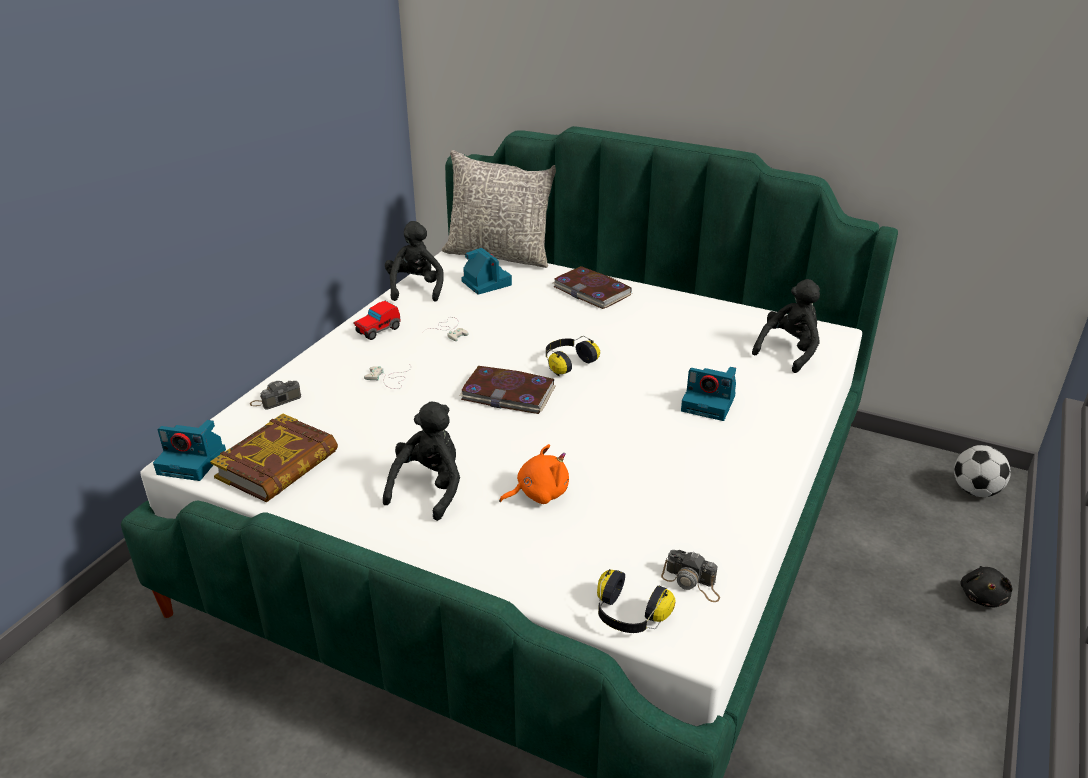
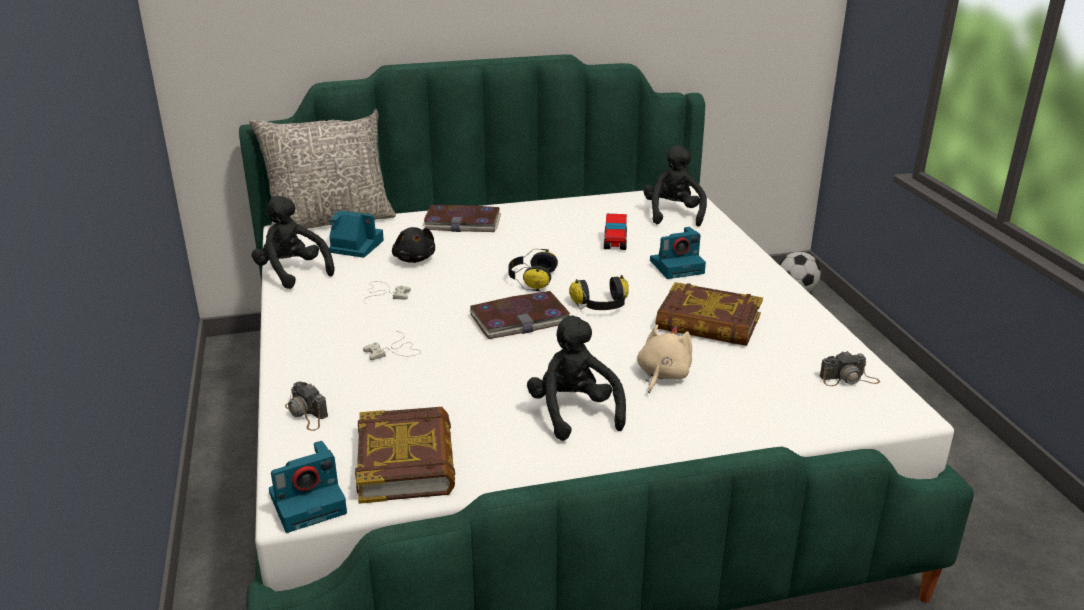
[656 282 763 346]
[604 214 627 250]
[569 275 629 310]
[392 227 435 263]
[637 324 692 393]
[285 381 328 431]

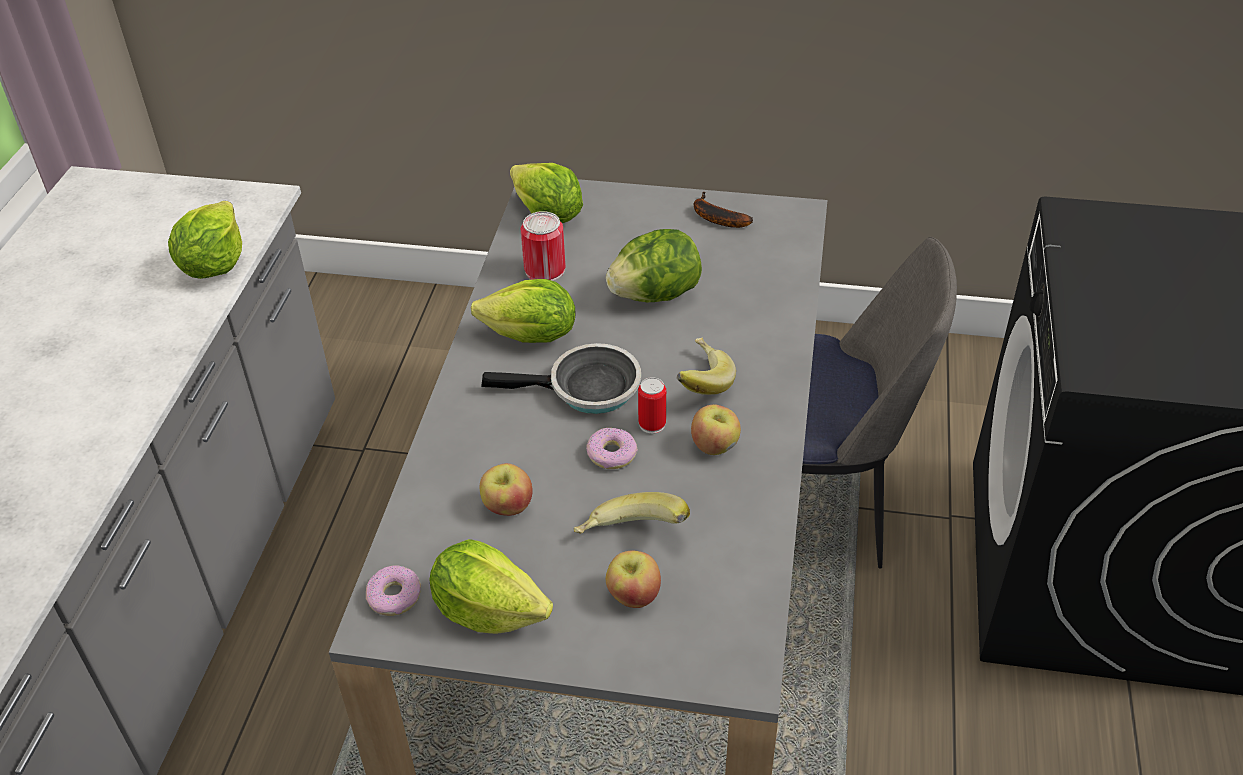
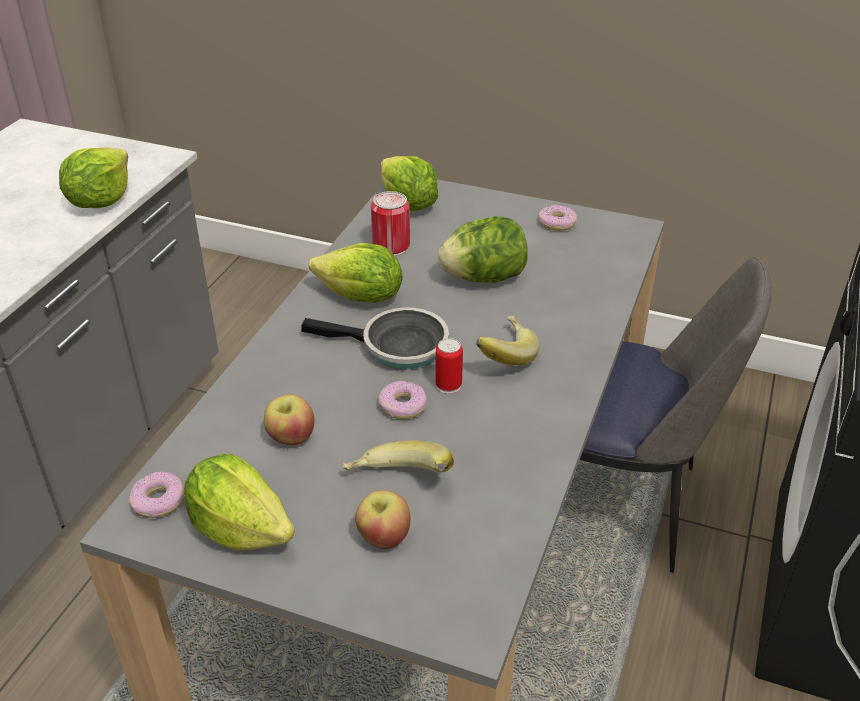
[691 405 741 455] (first image)
[538 205 577 231]

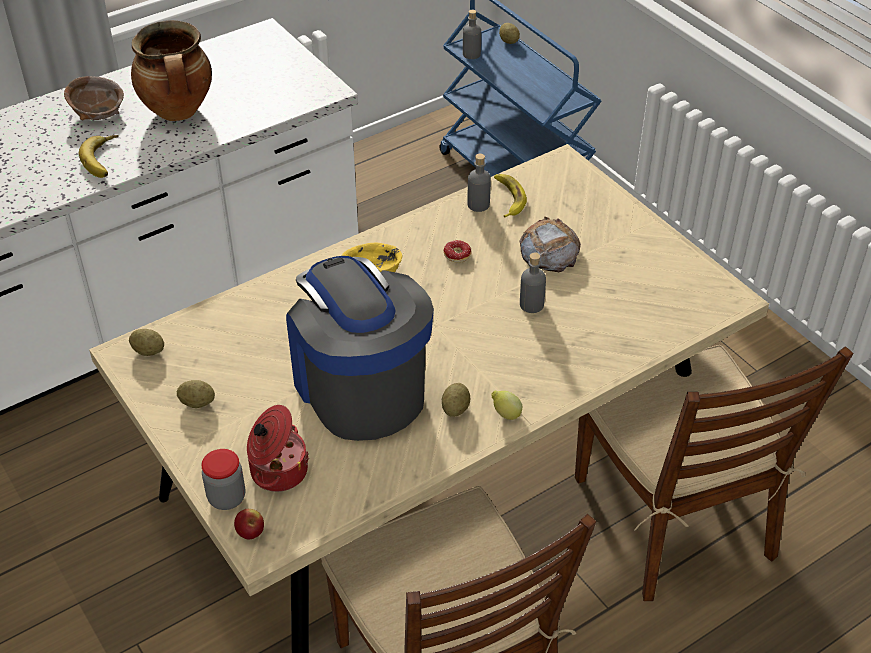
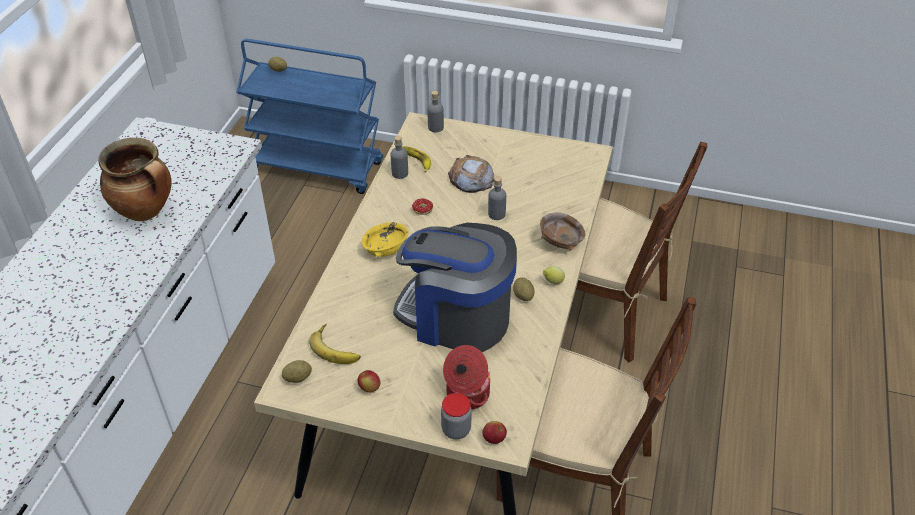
[540 212 586 251]
[309 324 361 364]
[427 91 444 132]
[358 370 380 393]

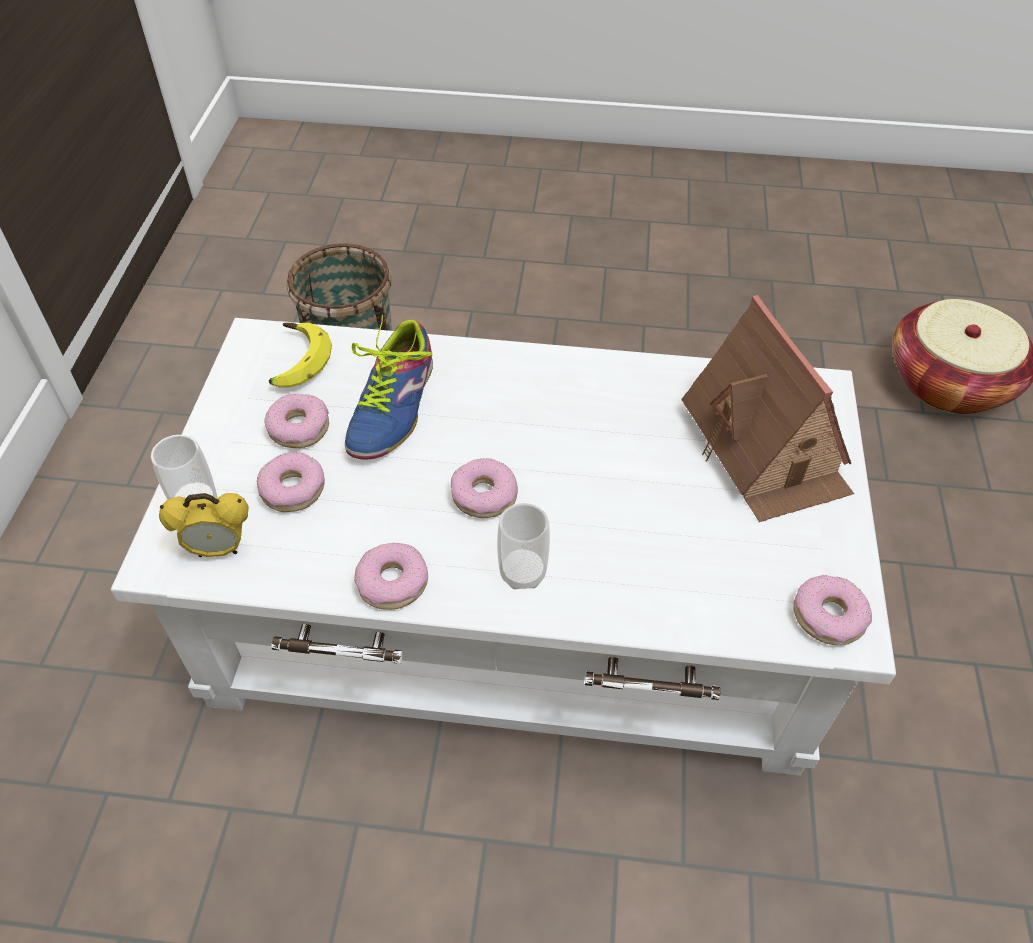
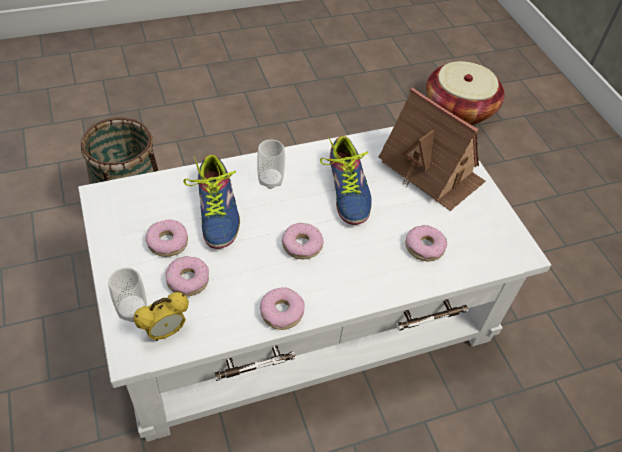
[269 323 332 387] (first image)
[320 136 371 225]
[257 139 285 189]
[405 225 447 261]

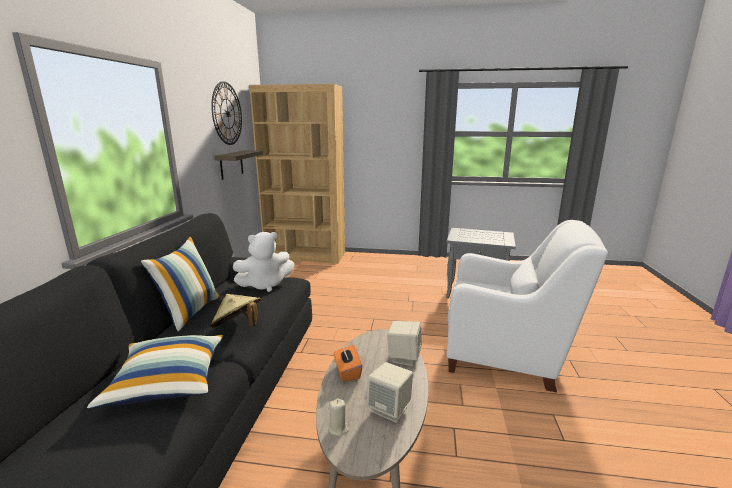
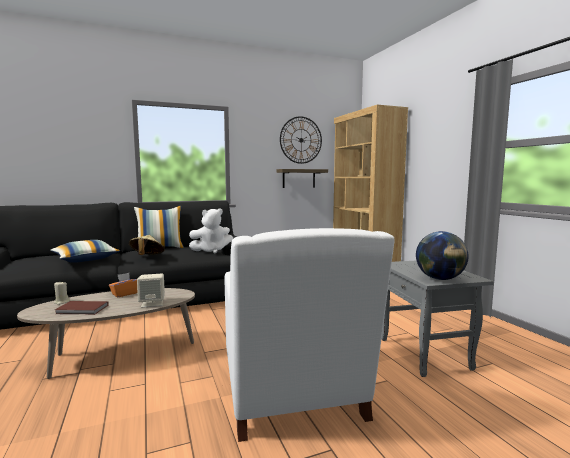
[416 231 469 280]
[55 301 109 315]
[189 208 233 253]

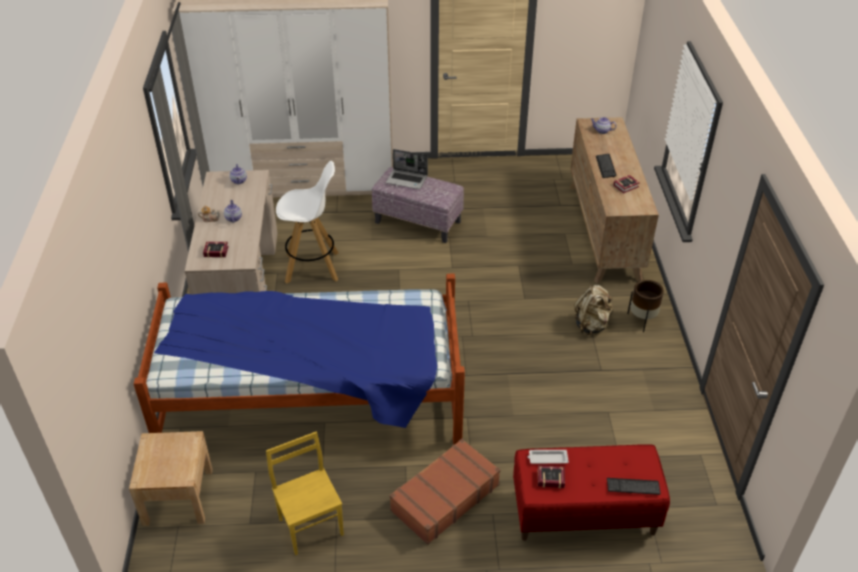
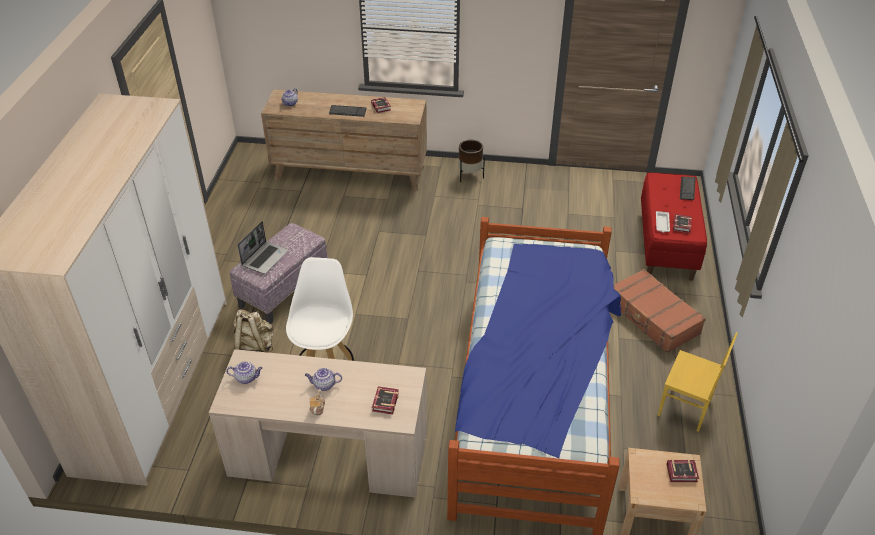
[666 459 699 482]
[233 310 274 352]
[658 332 738 432]

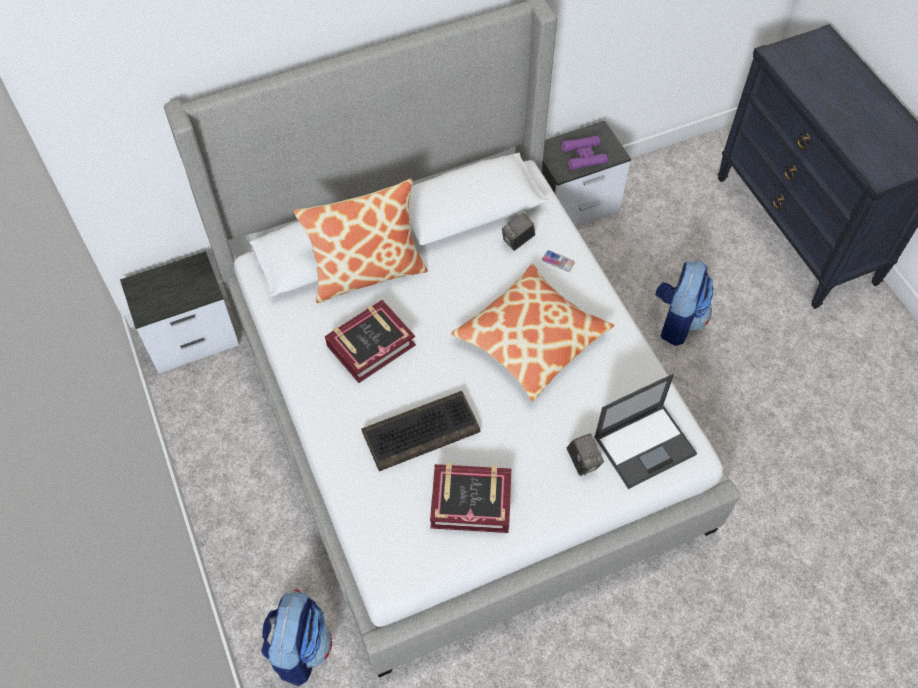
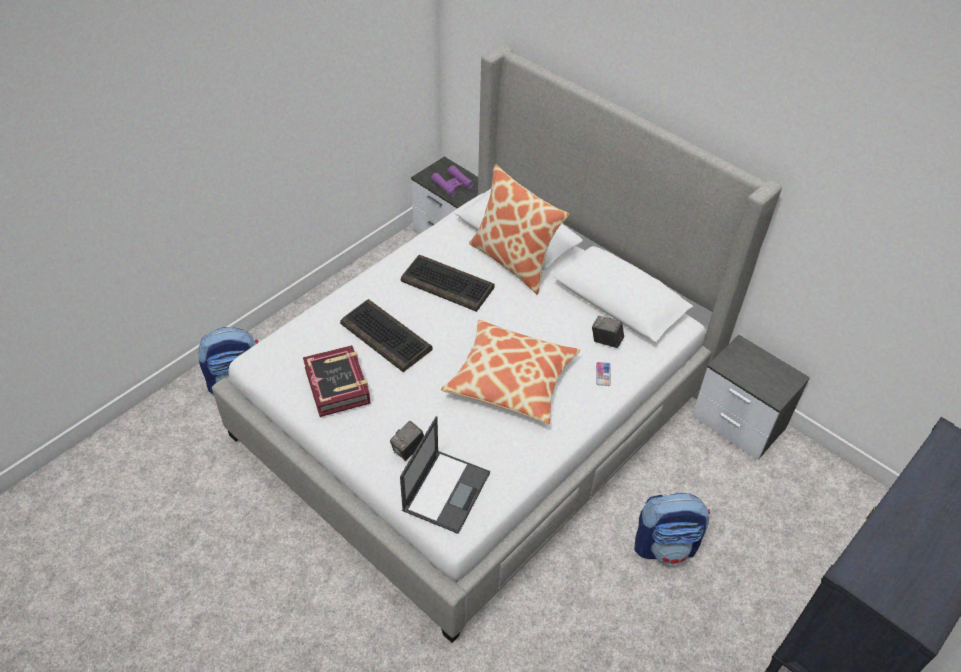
[431 165 473 196]
[401 254 495 312]
[400 416 490 534]

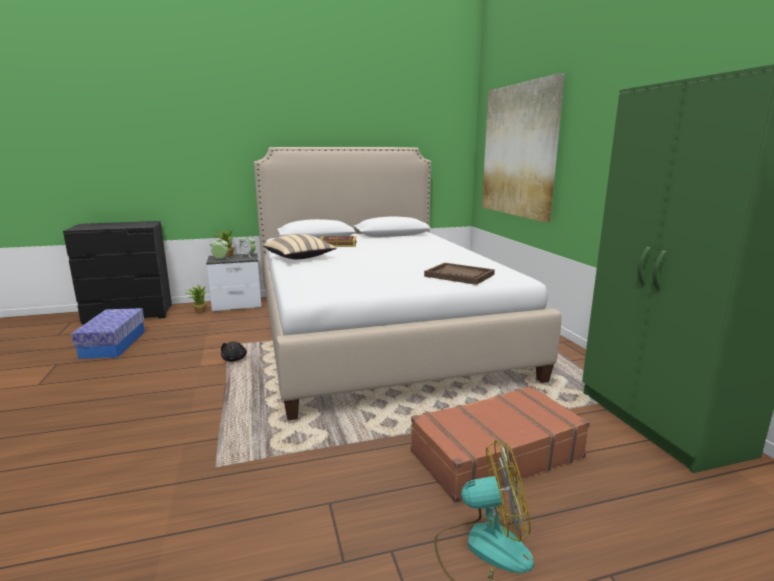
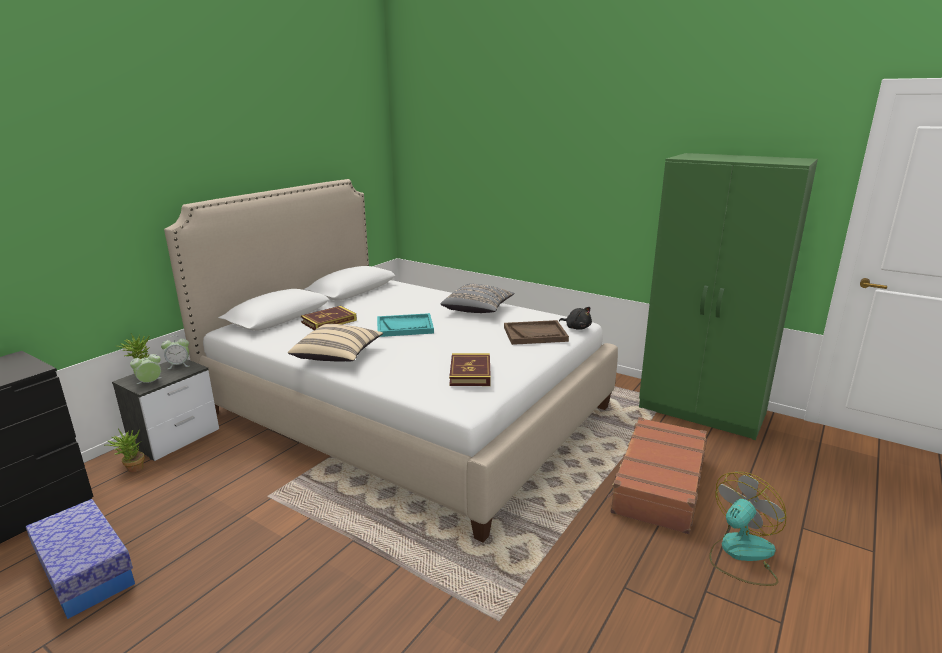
[482 73 565 222] (first image)
[377 313 434 337]
[441 284 515 313]
[449 353 491 386]
[559 307 592 330]

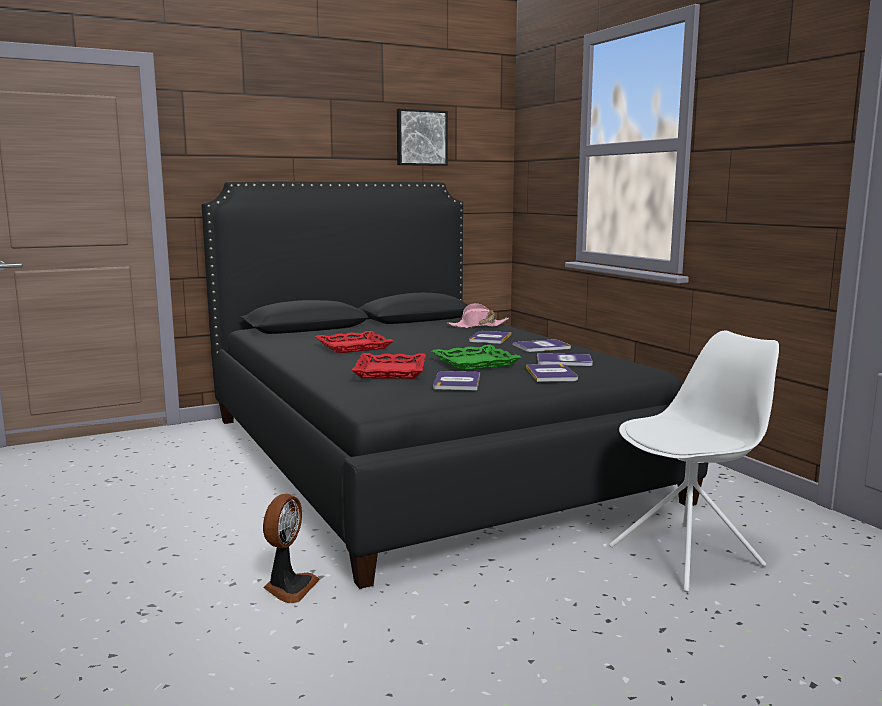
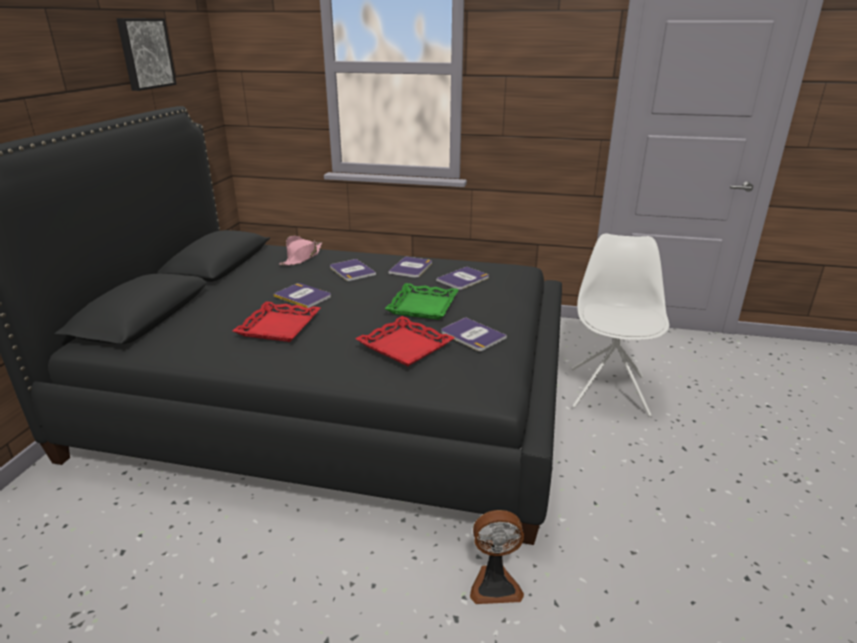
[274 283 331 308]
[470 510 524 604]

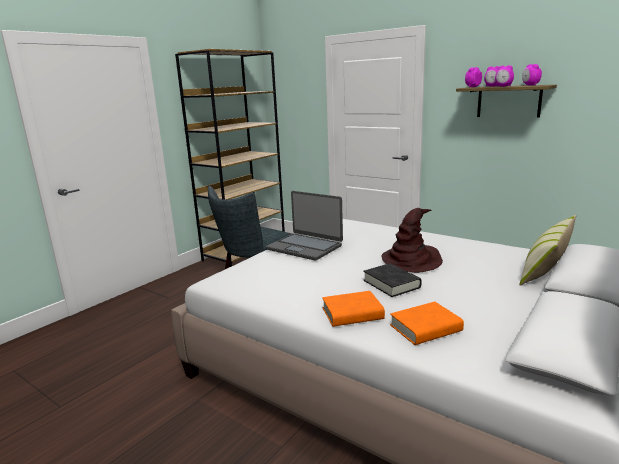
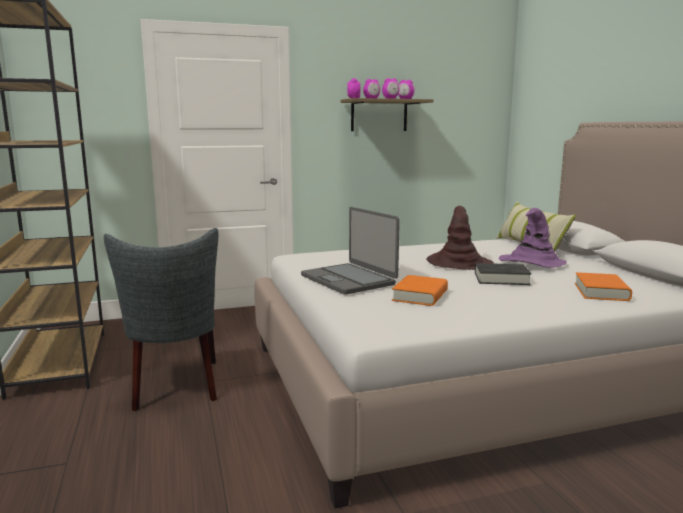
[499 208 567 268]
[392 275 448 306]
[301 207 400 295]

